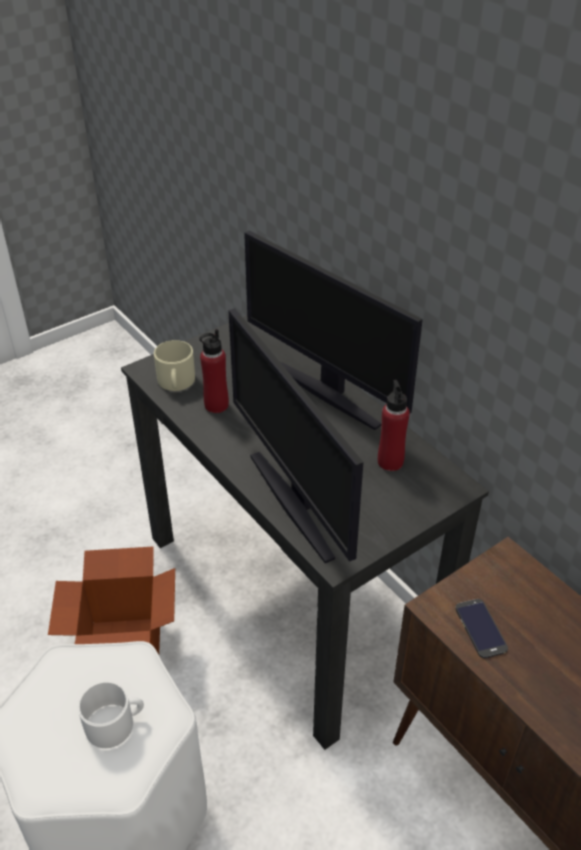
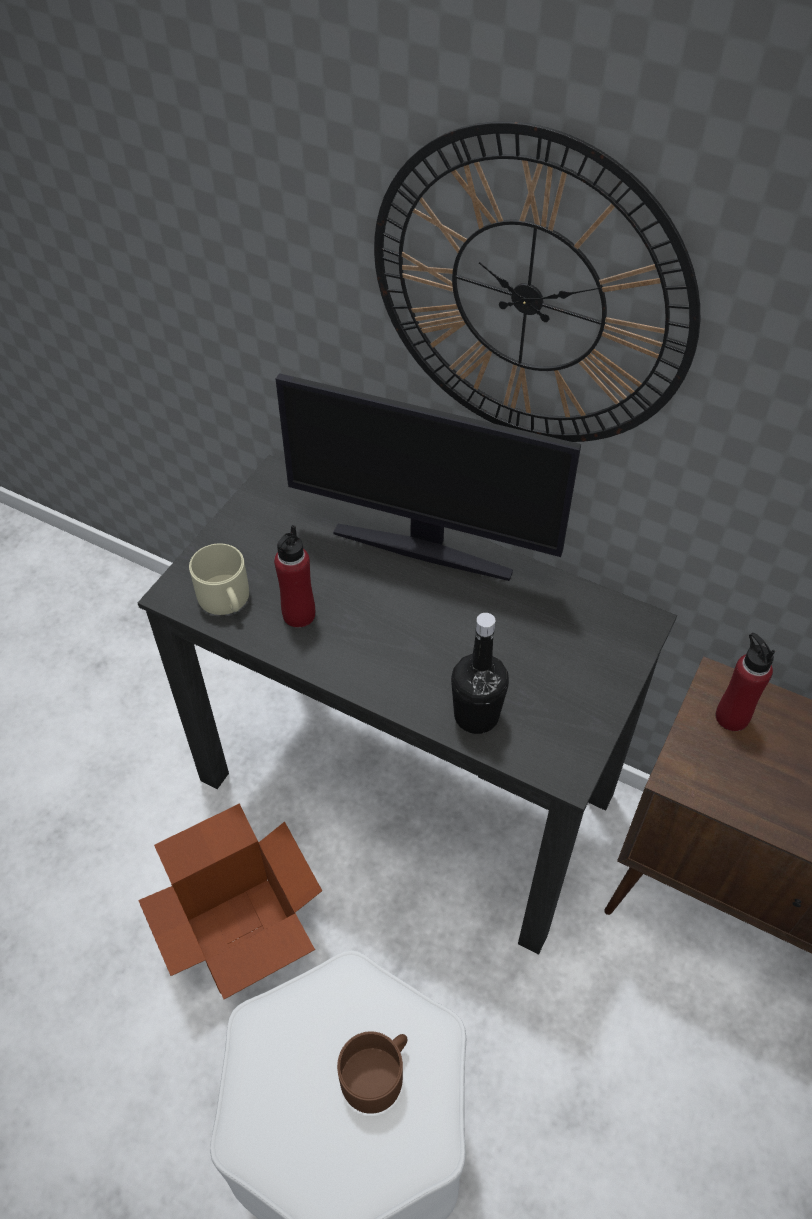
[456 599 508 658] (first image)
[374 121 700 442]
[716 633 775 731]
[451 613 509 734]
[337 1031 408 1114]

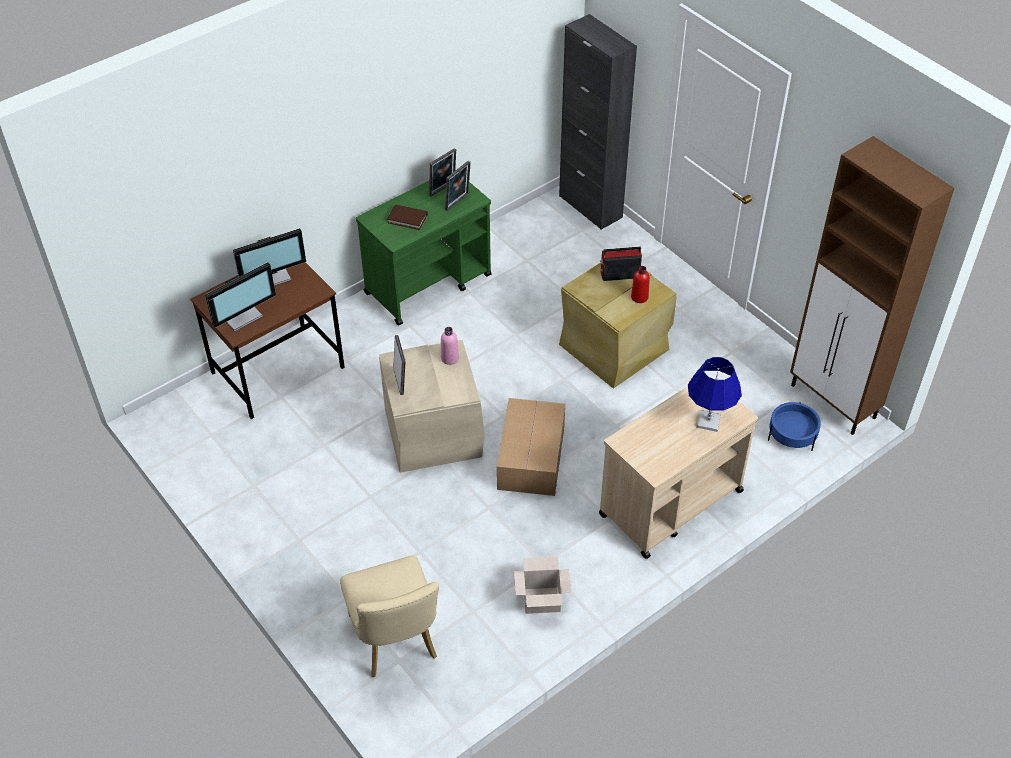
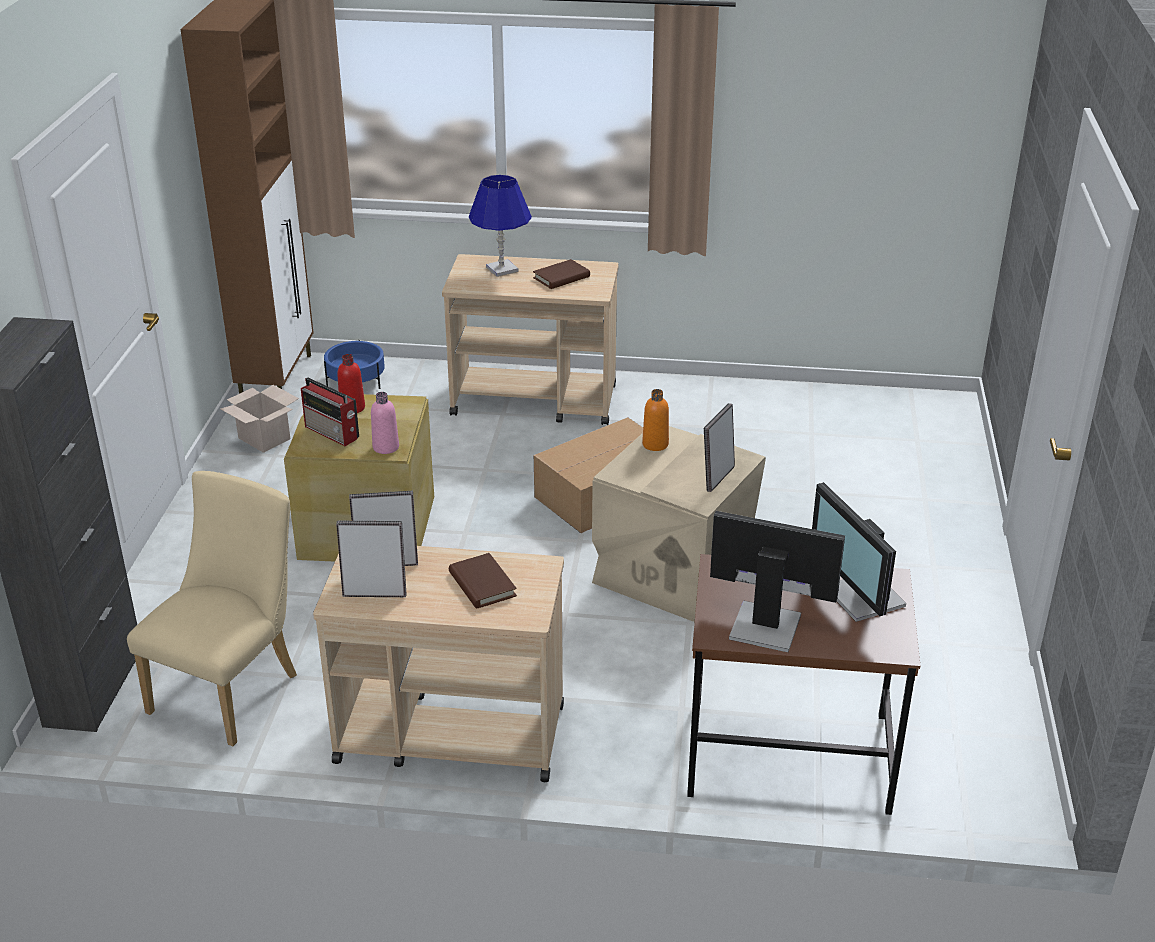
[533 259 590 289]
[642 389 669 451]
[127 471 297 746]
[371 392 399 454]
[221 385 299 453]
[313 546 564 782]
[812 482 906 622]

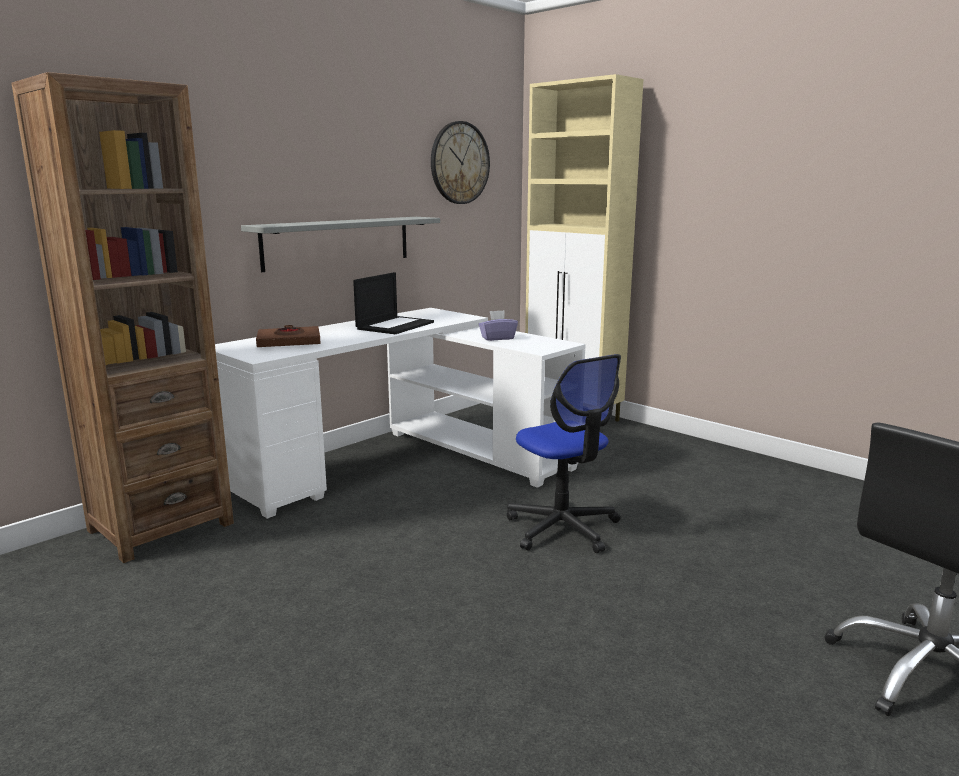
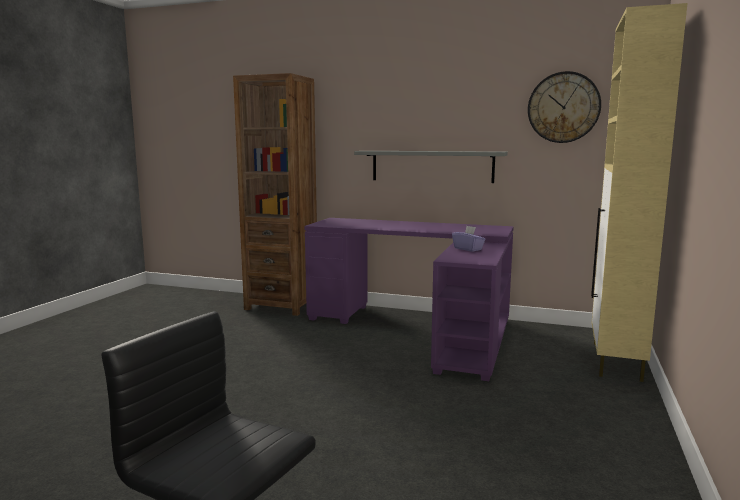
[256 325 321 347] (first image)
[353 272 434 334] (first image)
[507 354 621 553] (first image)
[305 218 514 381]

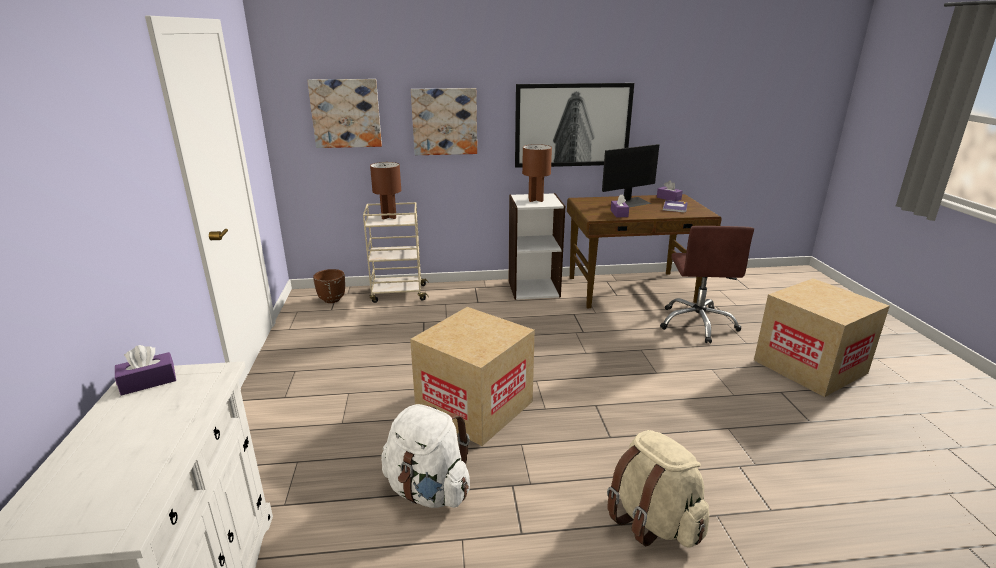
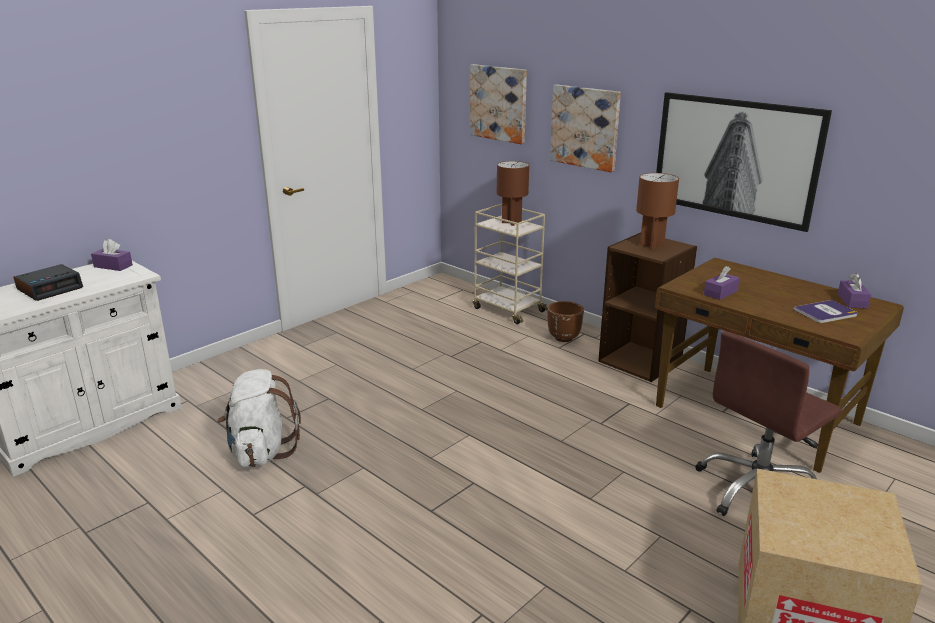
[410 307 535 446] (first image)
[602 144 659 207] (first image)
[607 430 709 548] (first image)
[14 264 83 301]
[547 301 584 342]
[598 233 697 382]

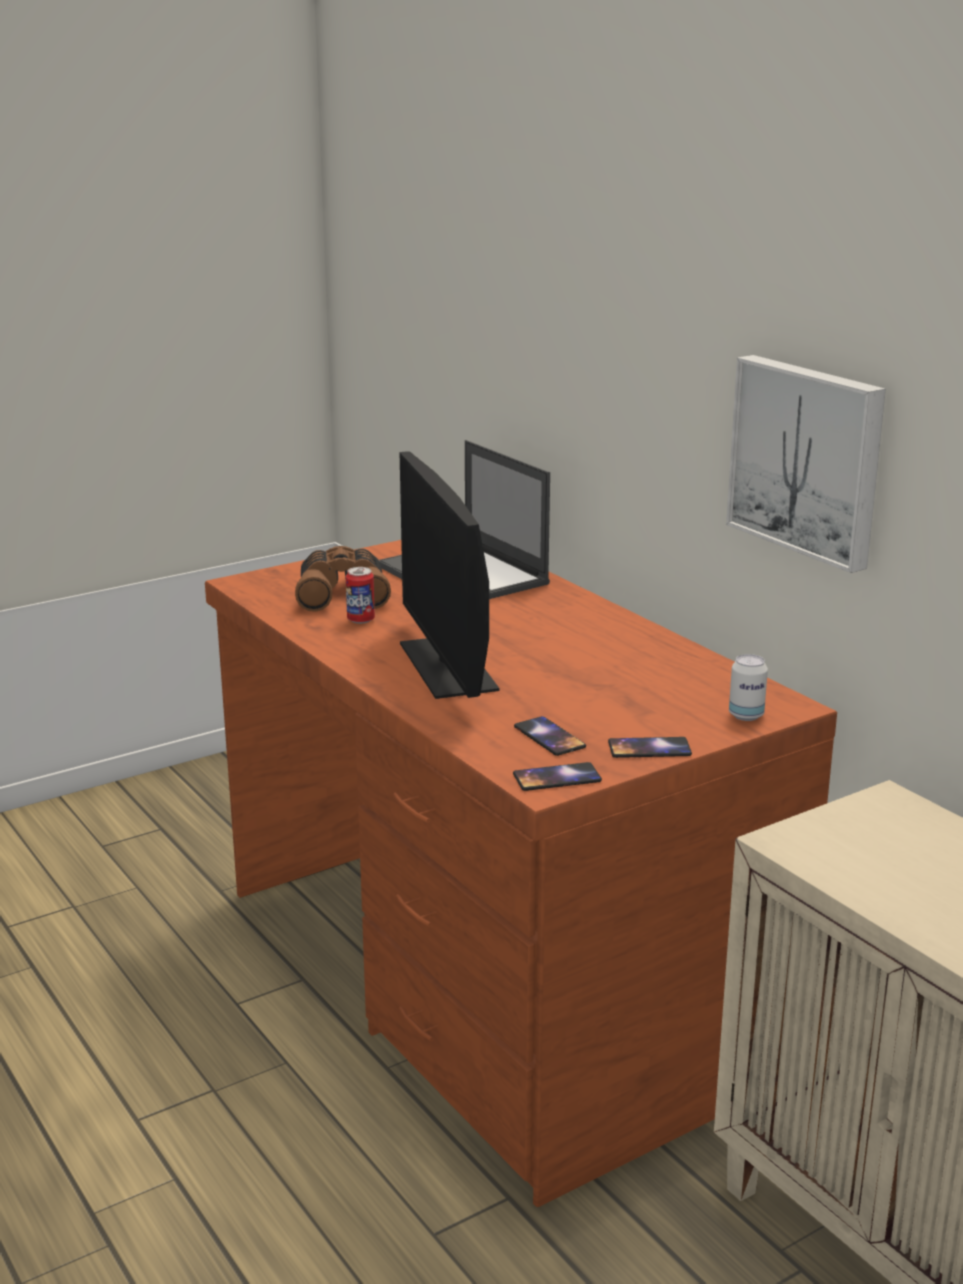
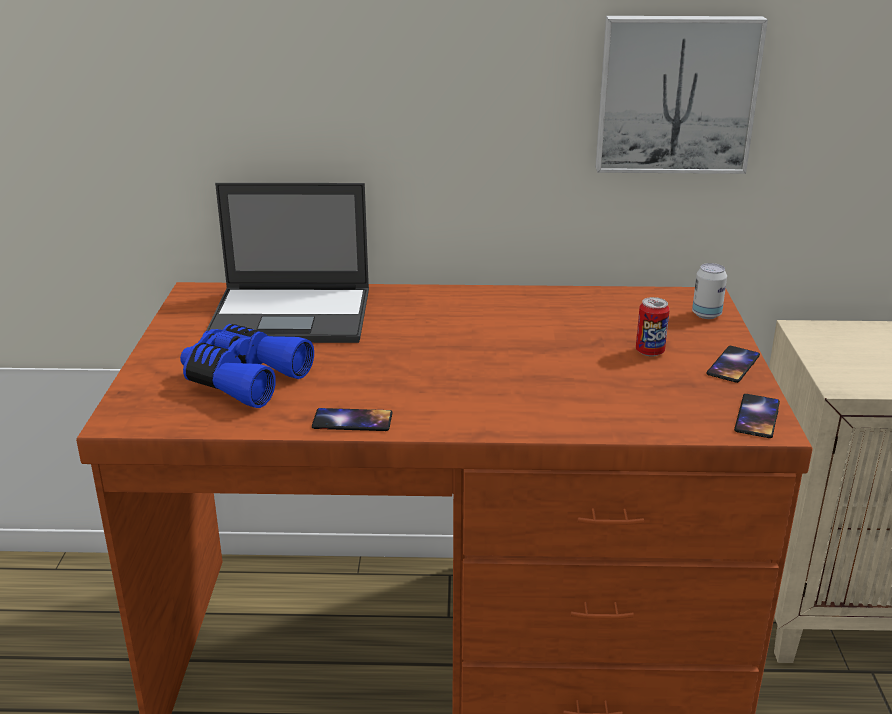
[399 451 499 699] (first image)
[636 297 670 356]
[312 408 393 431]
[180 324 314 408]

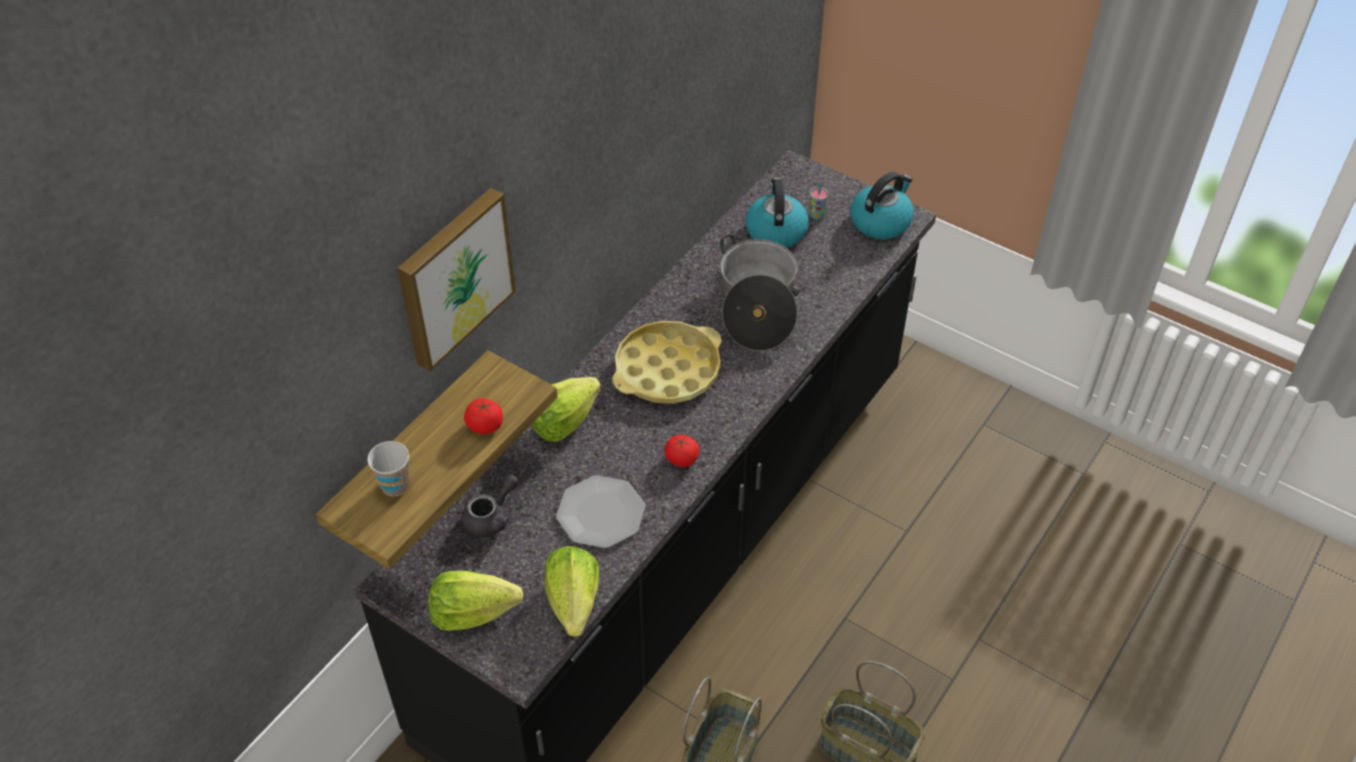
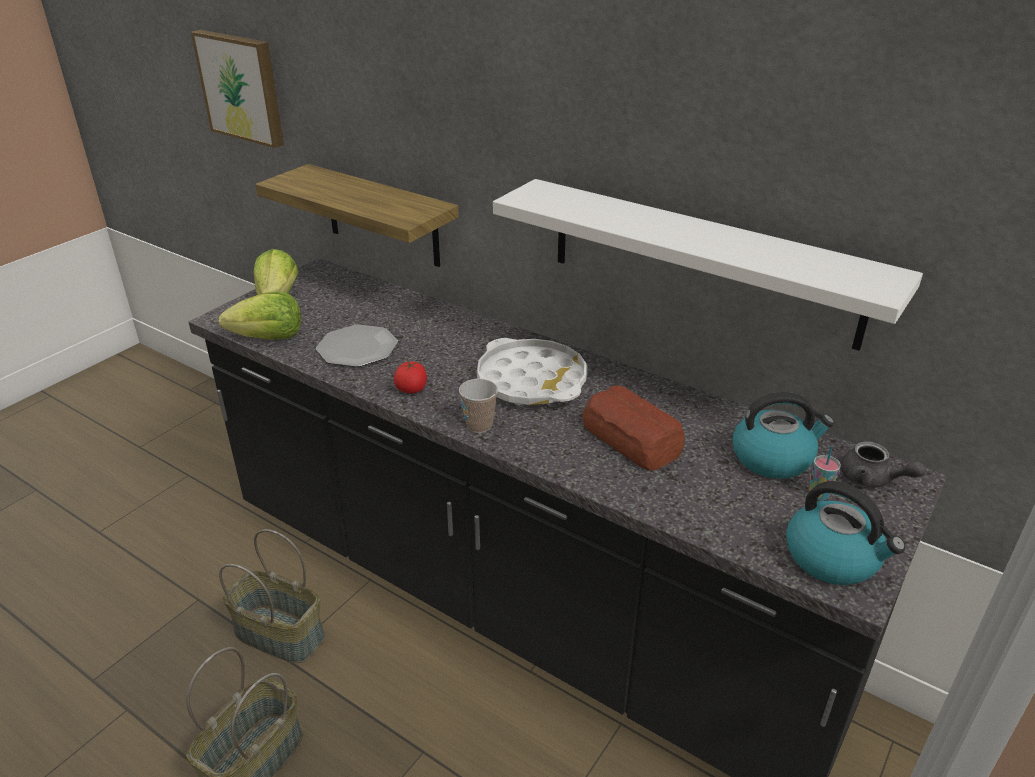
[464 398 503 434] (first image)
[531 377 601 442] (first image)
[493 179 923 351]
[459 378 498 433]
[191 30 284 148]
[840 441 925 488]
[583 385 685 471]
[477 338 587 405]

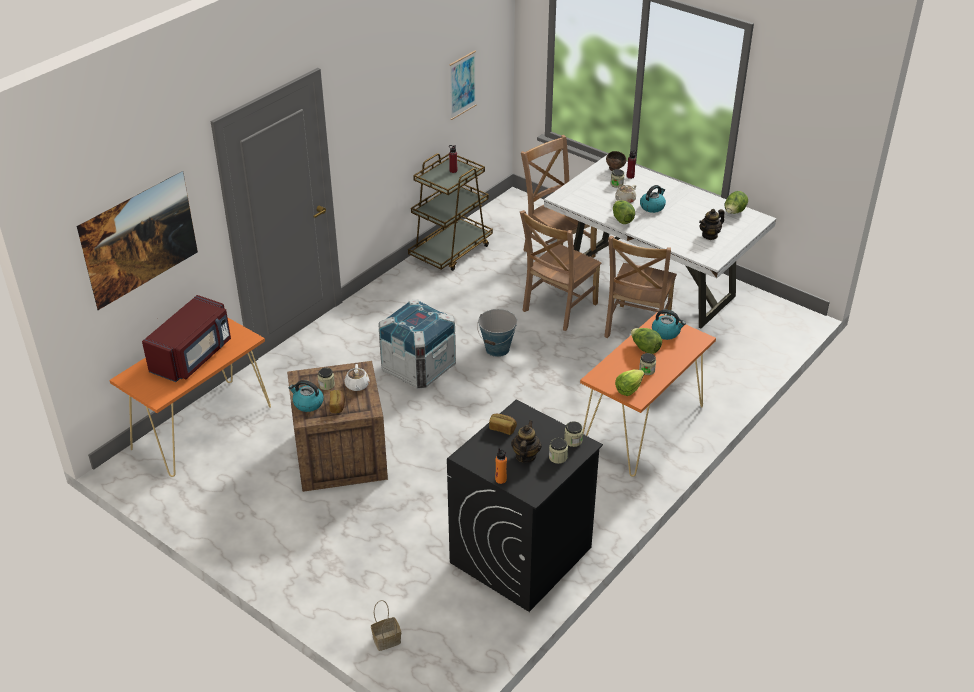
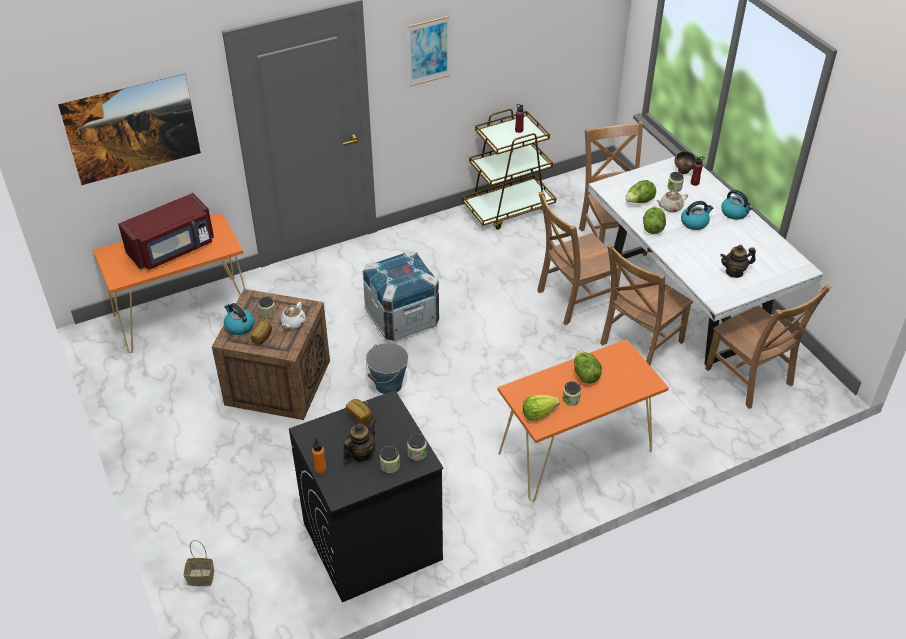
[705 285 831 409]
[408 16 449 86]
[366 343 409 394]
[721 190 753 220]
[625 180 656 203]

